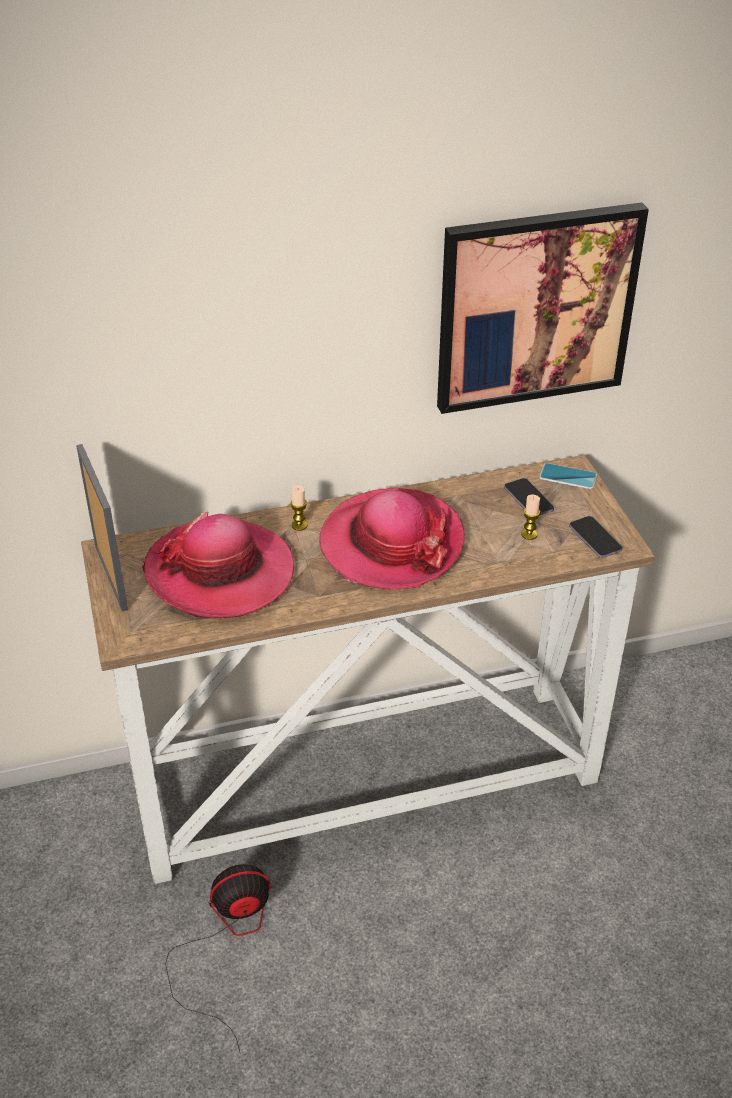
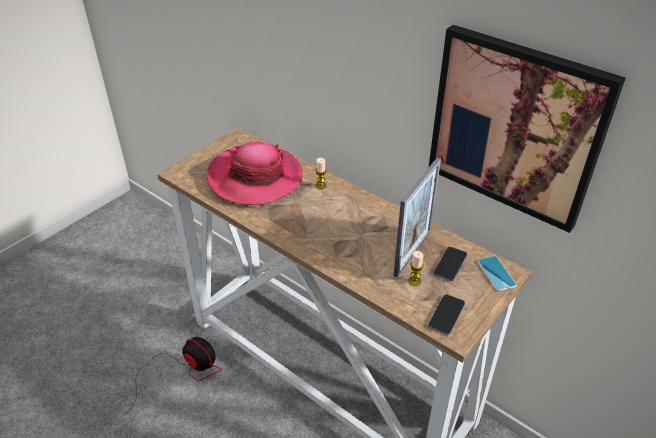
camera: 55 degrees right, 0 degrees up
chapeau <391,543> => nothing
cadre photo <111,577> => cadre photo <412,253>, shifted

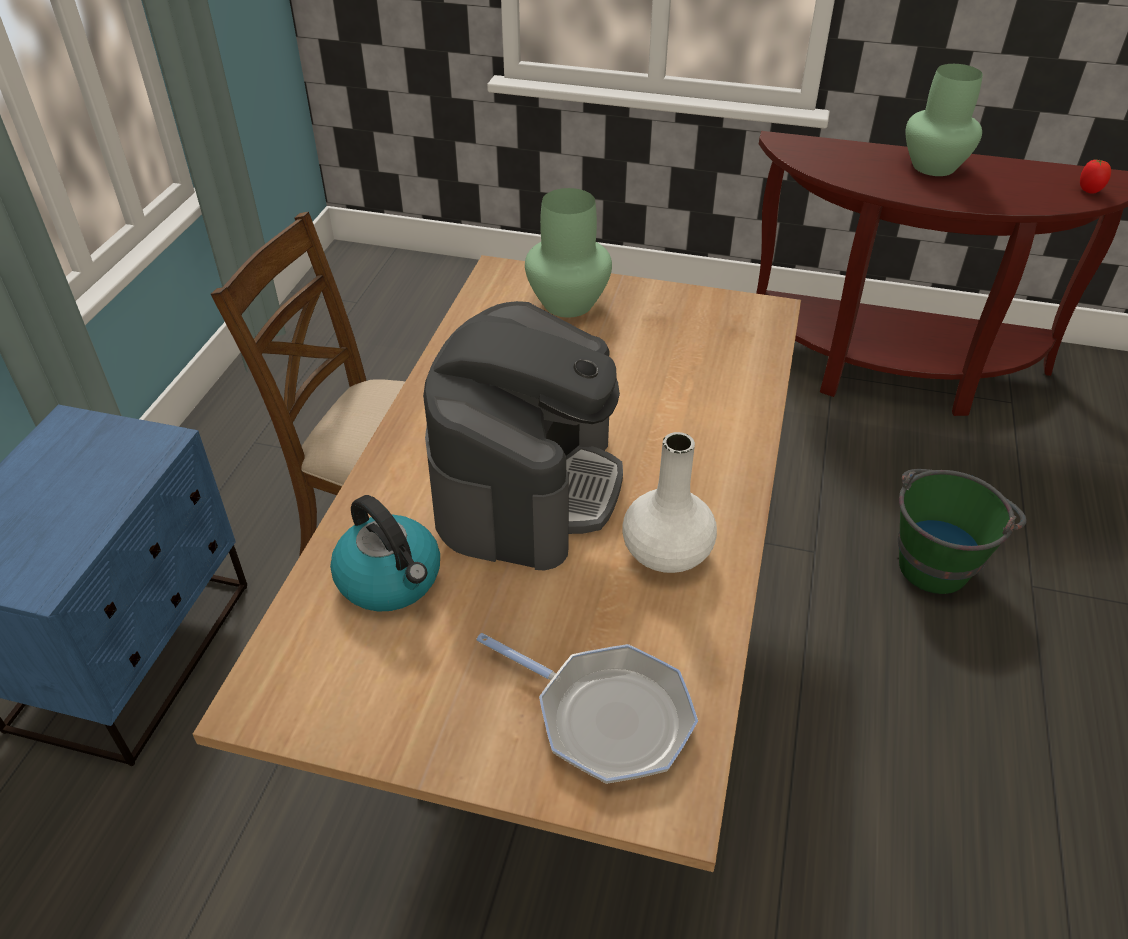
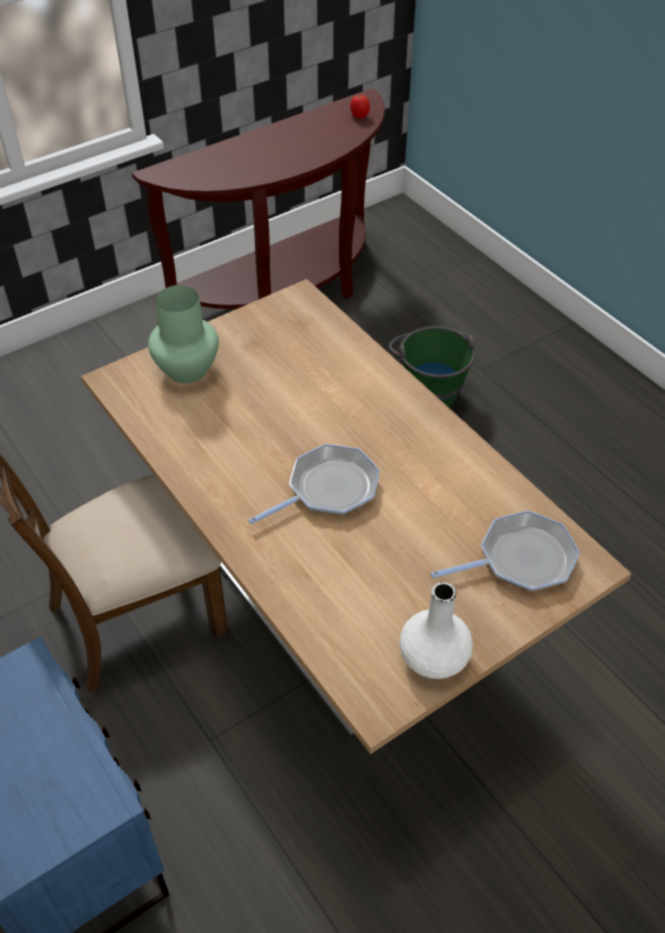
camera: 50 degrees left, 5 degrees up
bouilloire <391,579> => nothing
vase/vert <934,167> => nothing
vase/blanc <668,552> => vase/blanc <433,656>, shifted
machine à café <527,484> => poêle <328,489>

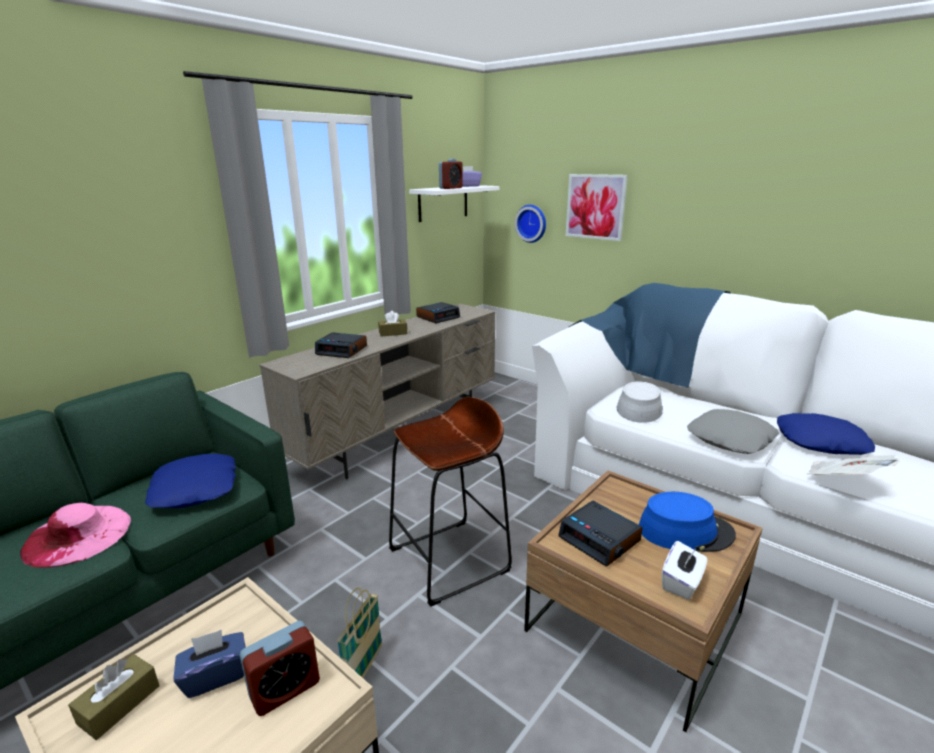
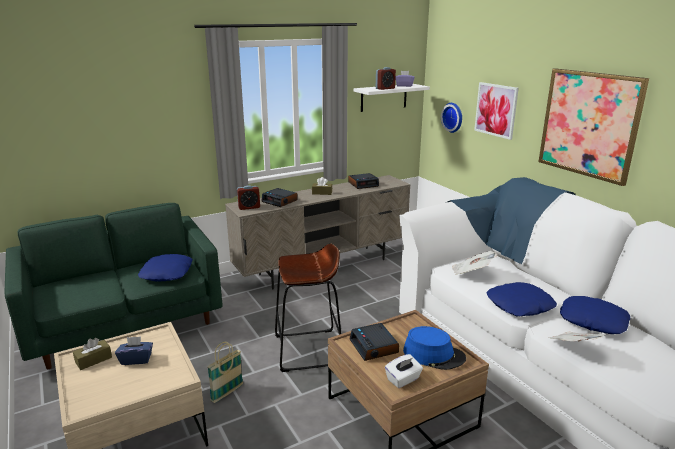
camera: 20 degrees right, 0 degrees up
chapeau/rose <78,535> => nothing
nothing => tableau <589,124>
réveil <285,689> => réveil <249,207>, shifted
chapeau/gris <639,408> => journal <471,272>
coussin/gris <731,439> => coussin/bleu <520,305>

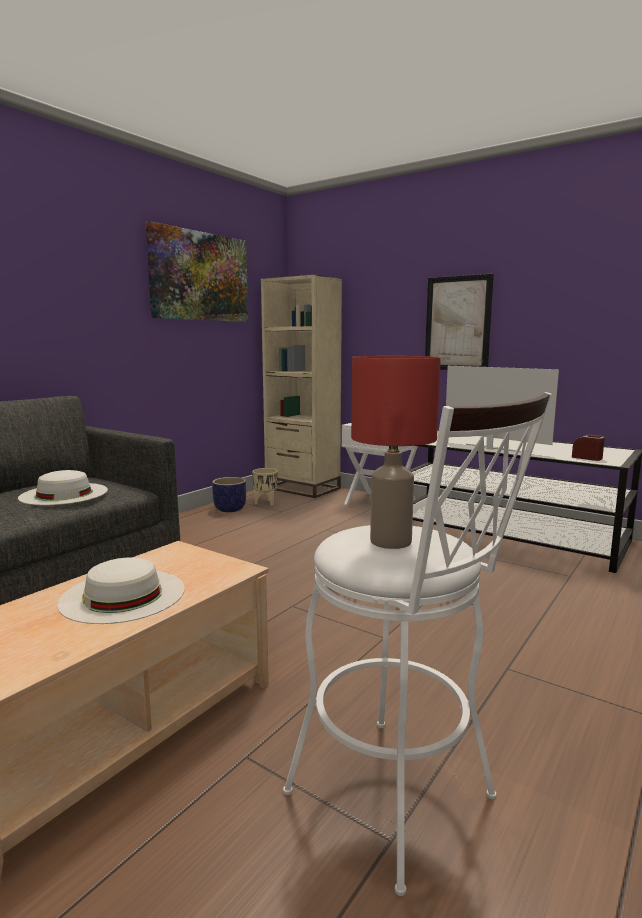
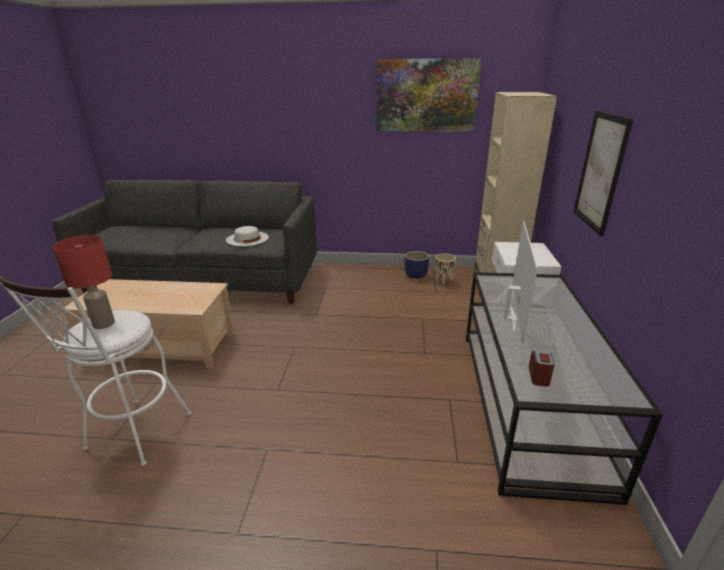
camera: 60 degrees right, 15 degrees up
chapeau/blanc <123,595> => nothing

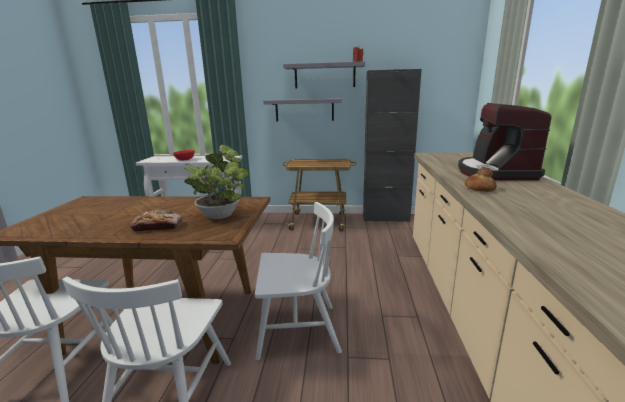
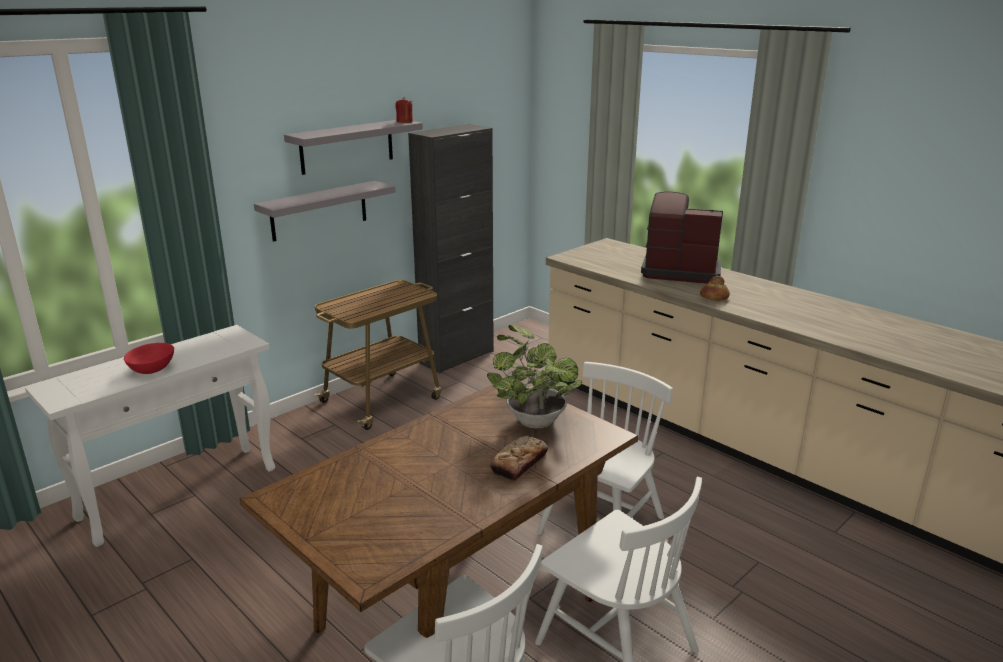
camera: 50 degrees left, 5 degrees up
machine à café <495,172> => machine à café <680,271>, 150 degrees clockwise

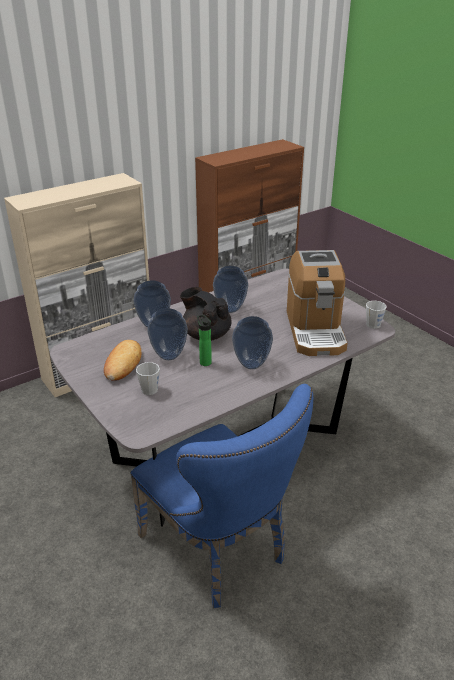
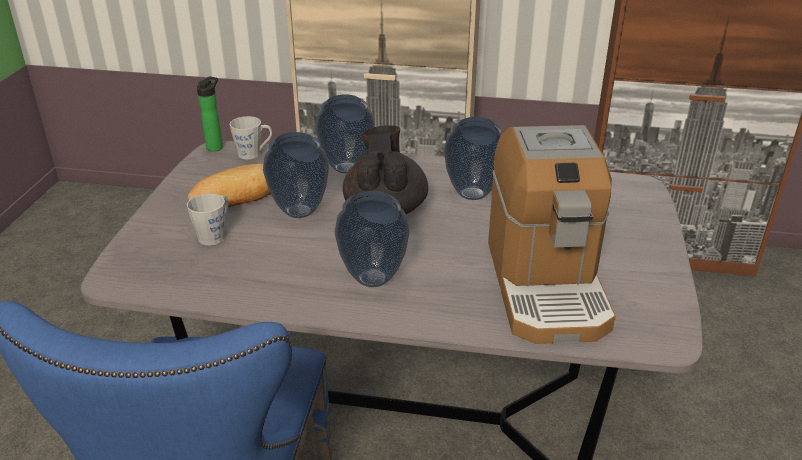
camera: 45 degrees right, 0 degrees up
bouteille <204,361> => bouteille <216,146>, shifted
mug/gris <374,323> => mug/gris <254,154>, shifted
machine à café <315,330> => machine à café <546,285>, 45 degrees counterclockwise

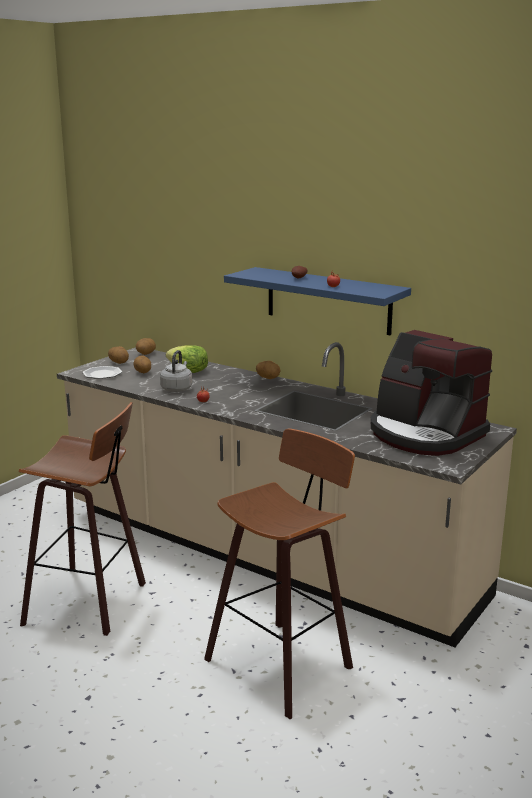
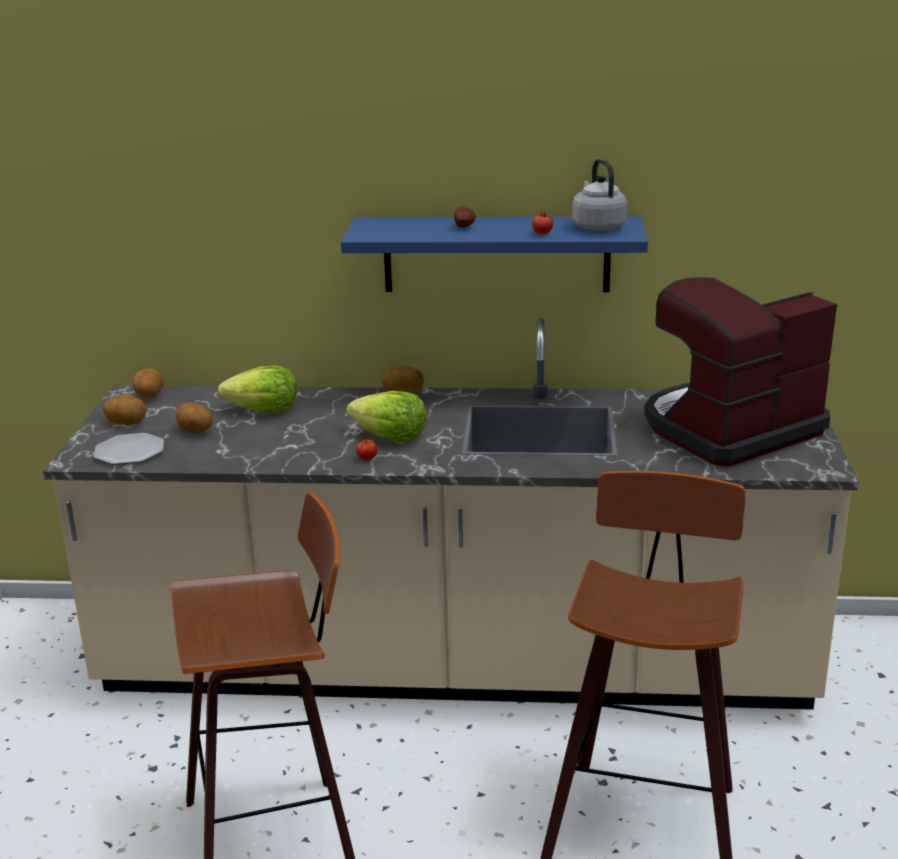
camera: 30 degrees left, 5 degrees up
nothing => laitue <390,437>
bouilloire/gris <177,388> => bouilloire/gris <597,226>, shifted
machine à café <425,434> => machine à café <729,429>, 135 degrees clockwise

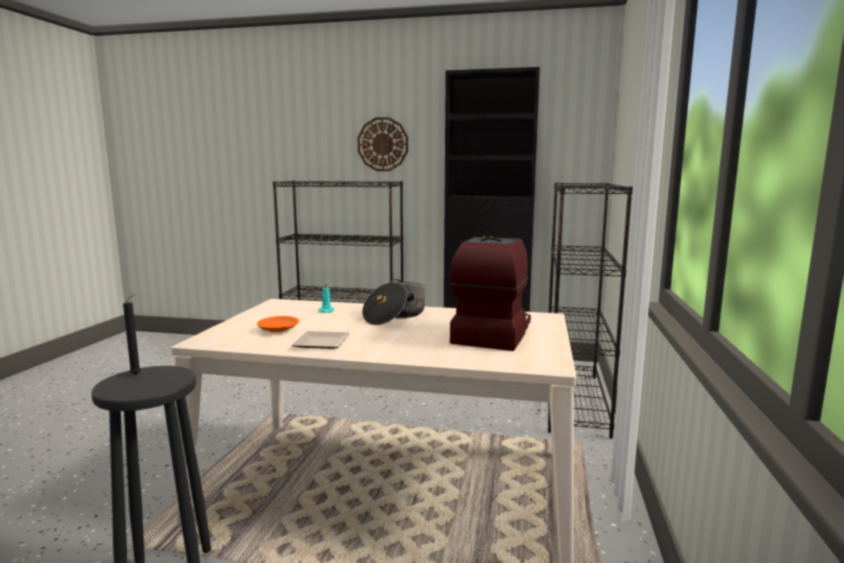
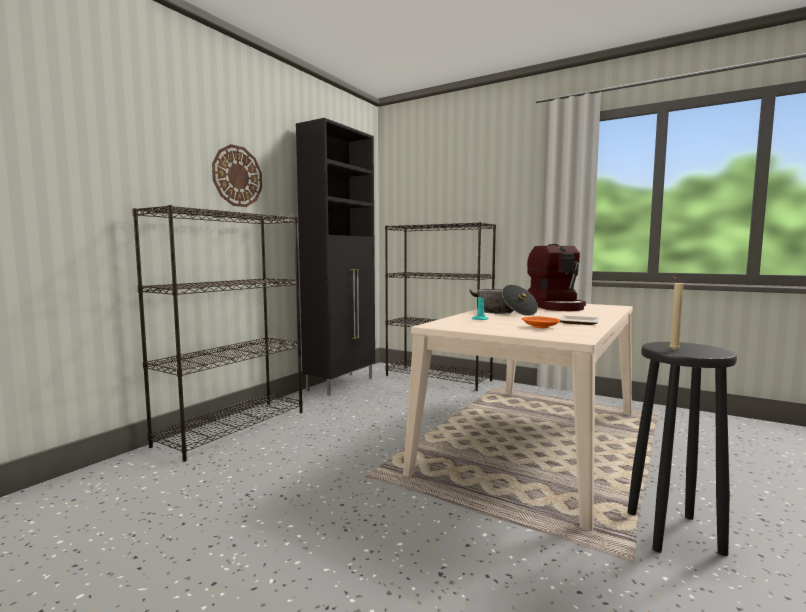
camera: 70 degrees left, 5 degrees down
bougie/noir <137,374> => bougie/beige <672,350>
machine à café <491,333> => machine à café <556,306>, 135 degrees counterclockwise

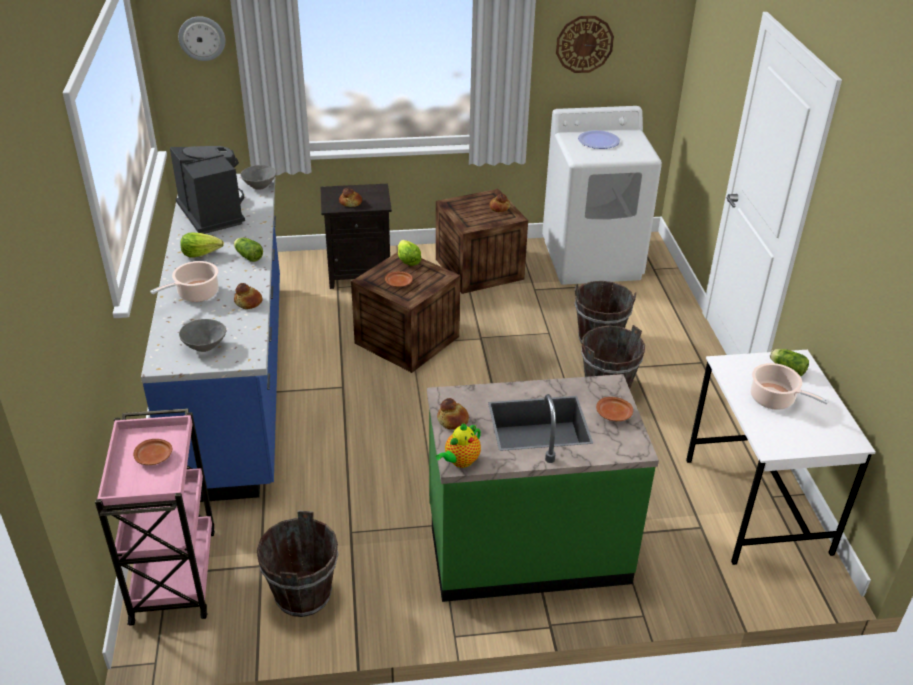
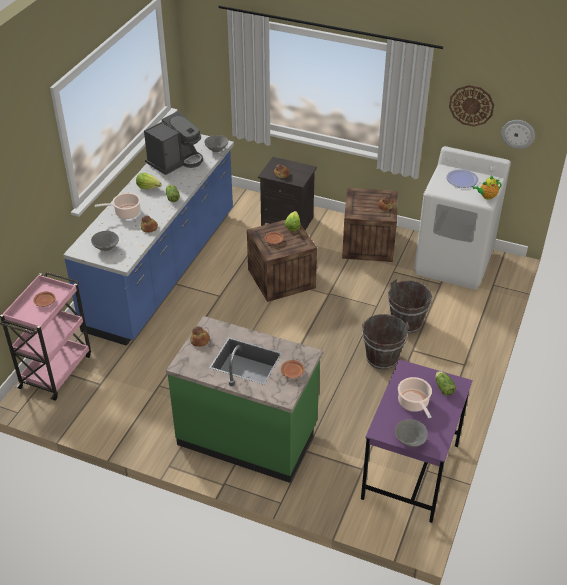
camera: 30 degrees right, 5 degrees up
seau/marron <302,594> => nothing
nothing => bol/gris <410,441>
horloge murale <202,38> => horloge murale <518,133>, shifted
théière <460,461> => théière <486,196>, shifted
bureau/blanc <757,506> => bureau/violet <411,472>
machine à café <213,213> => machine à café <175,161>, 45 degrees clockwise

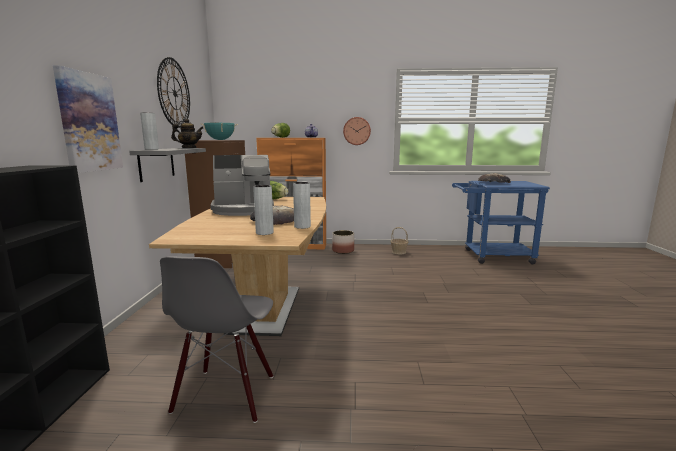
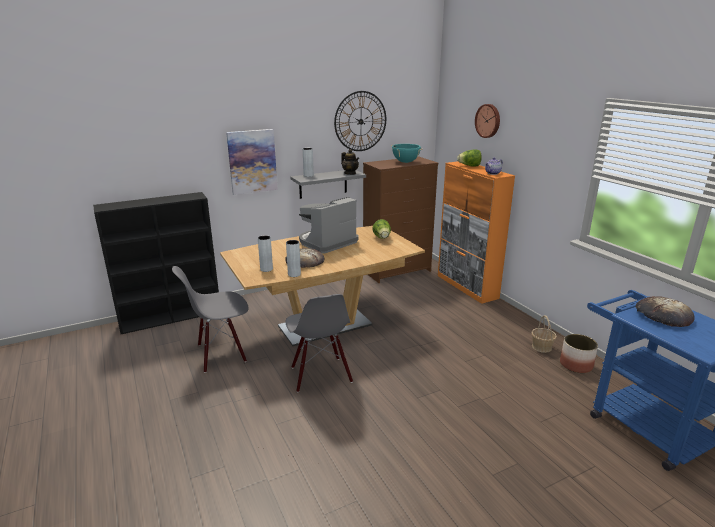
camera: 60 degrees right, 10 degrees up
nothing => chaise/gris <320,375>
cache-pot <343,251> => cache-pot <576,365>, shifted
horloge murale <356,131> => horloge murale <488,121>, shifted
machine à café <244,210> => machine à café <327,242>, 90 degrees clockwise

